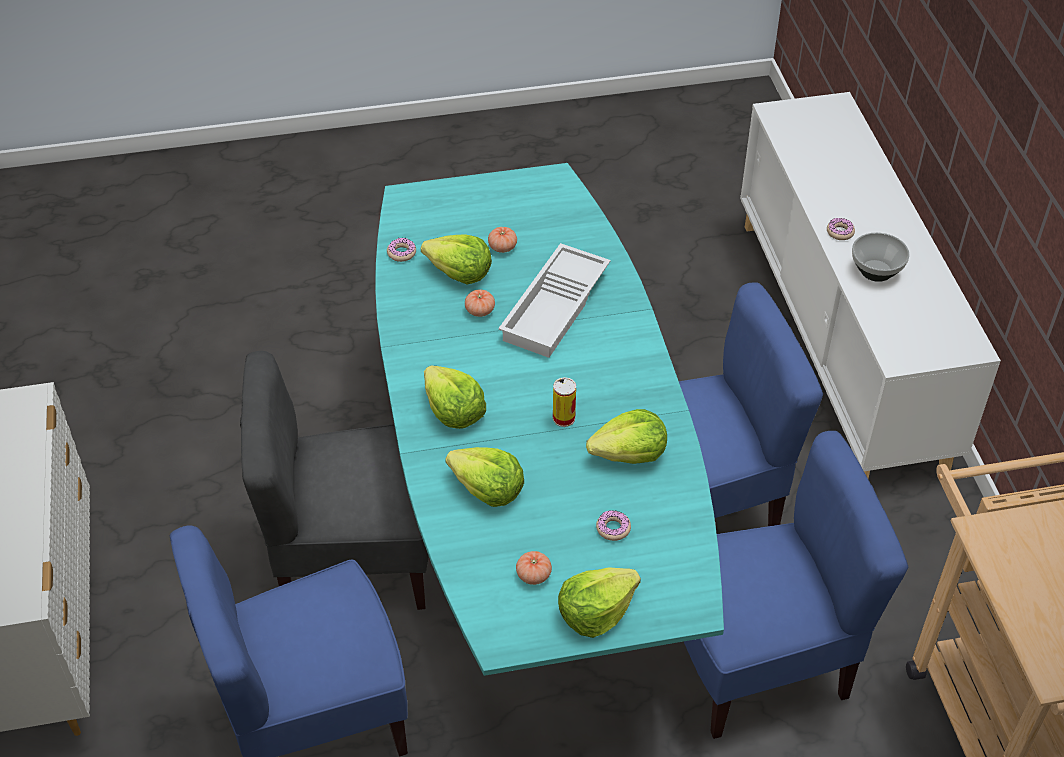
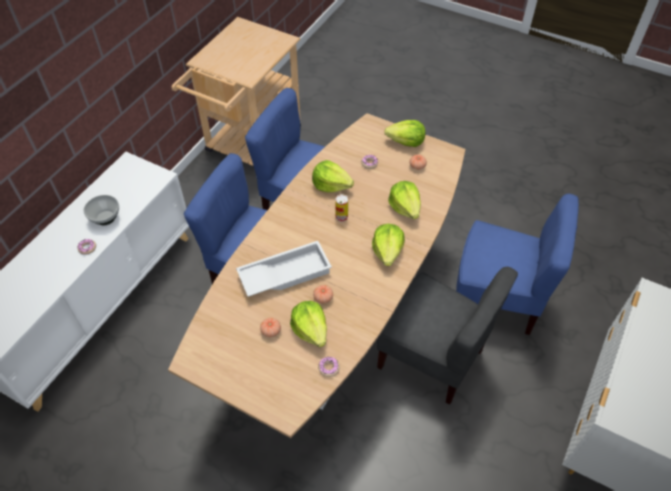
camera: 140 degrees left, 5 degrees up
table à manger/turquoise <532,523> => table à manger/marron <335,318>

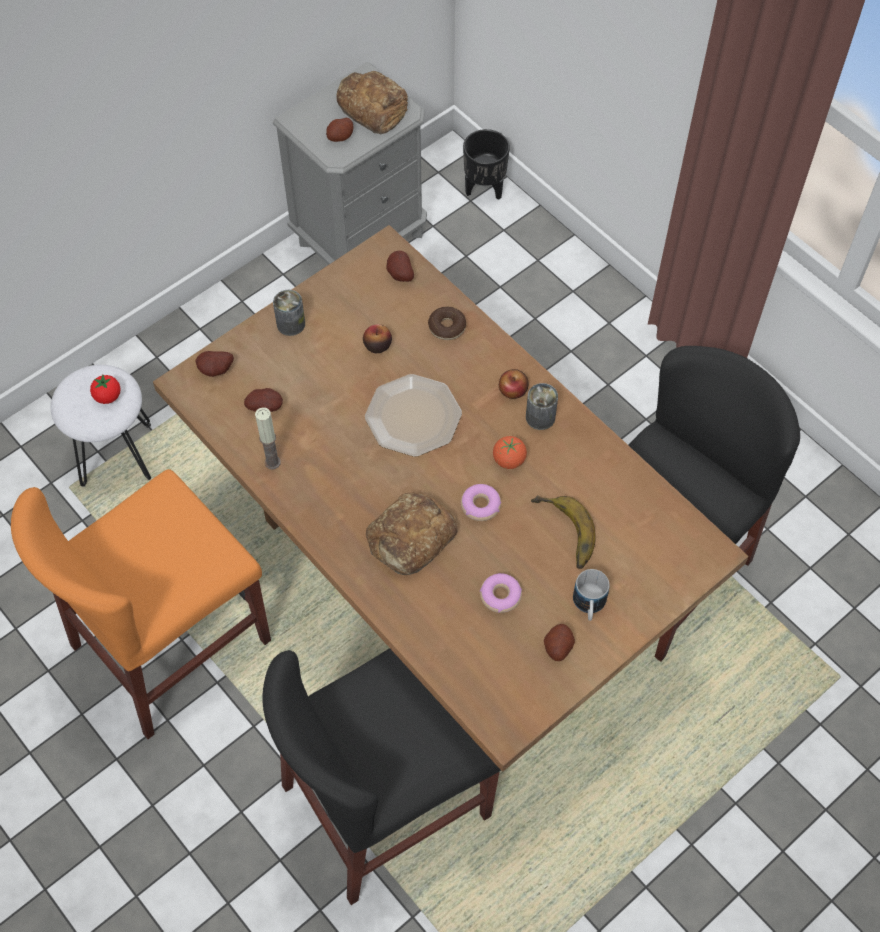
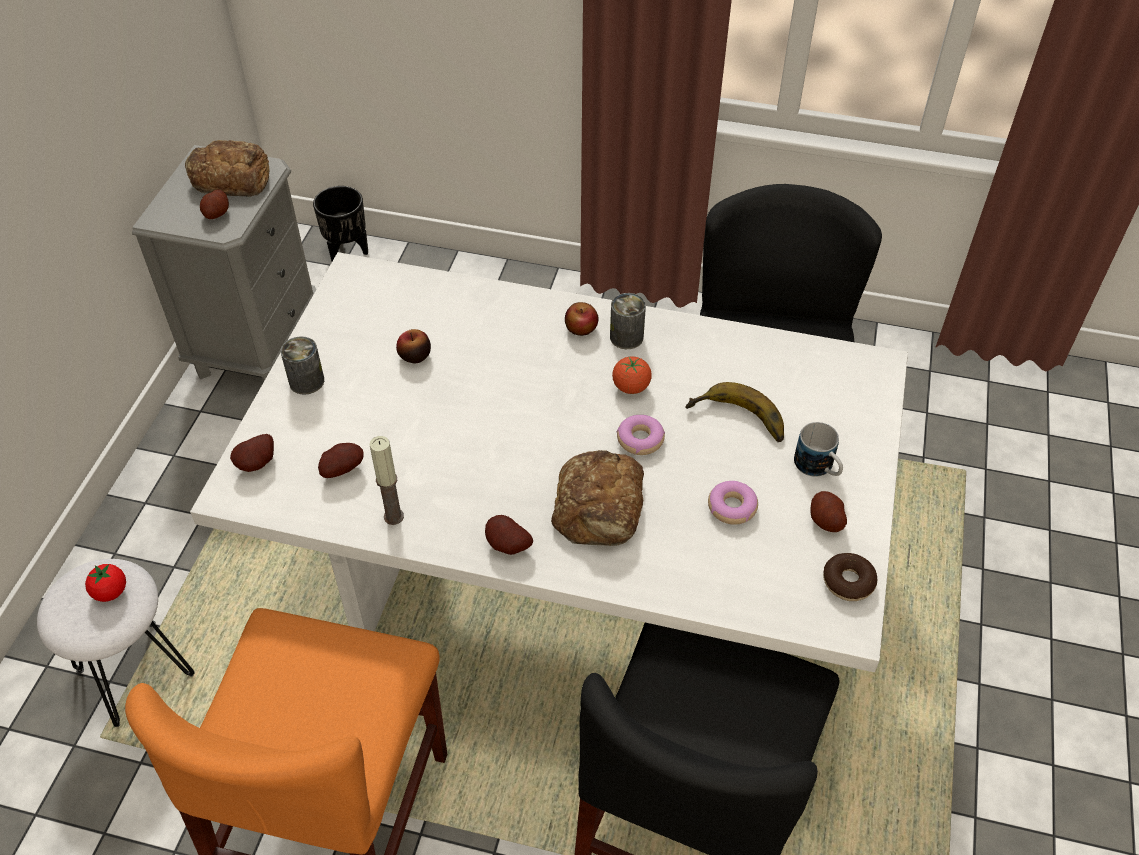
camera: 35 degrees left, 10 degrees down
assiette <413,417> => nothing
pomme de terre <399,275> => pomme de terre <507,547>, shifted
beignet <447,327> => beignet <848,582>, shifted
table à manger/marron <442,579> => table à manger/blanc <571,592>

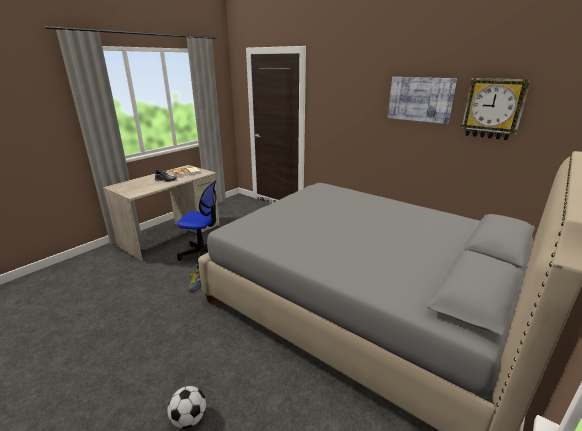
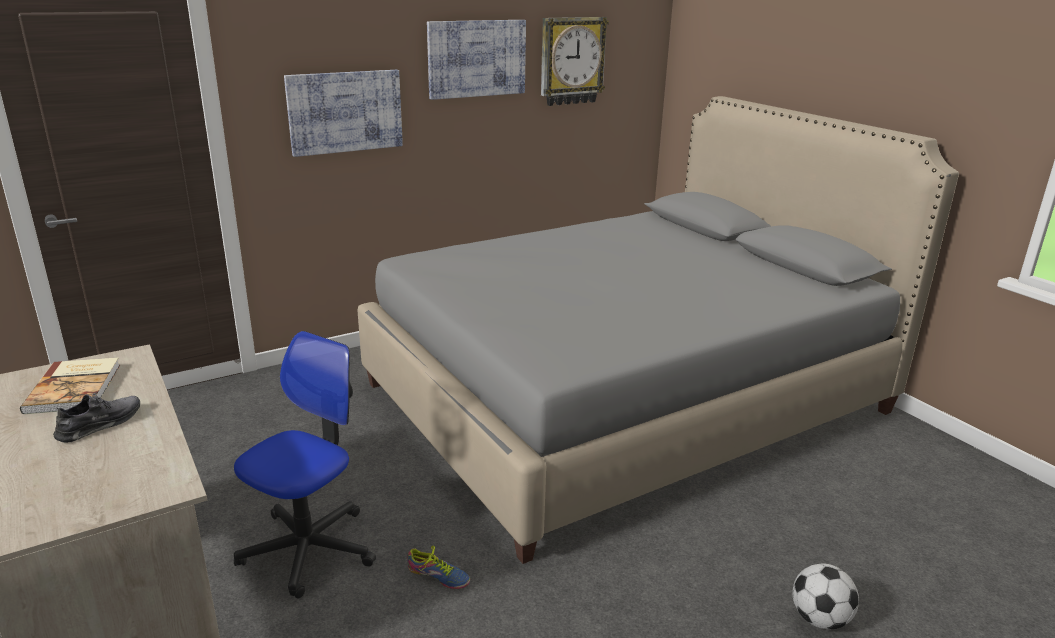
camera: 70 degrees left, 0 degrees up
nothing => tableau <345,112>

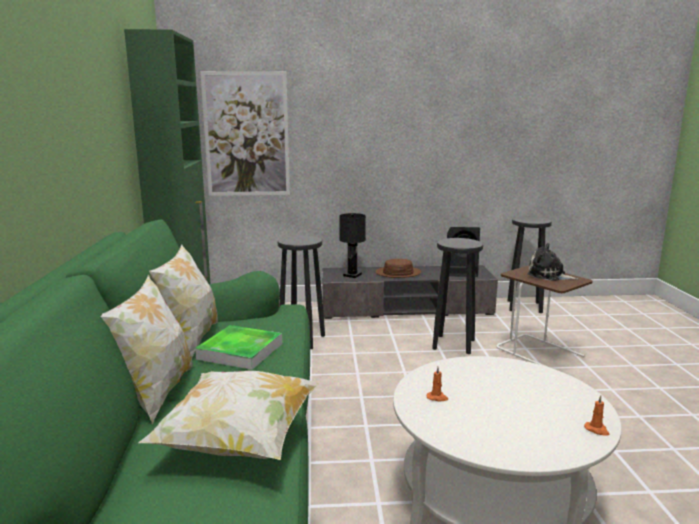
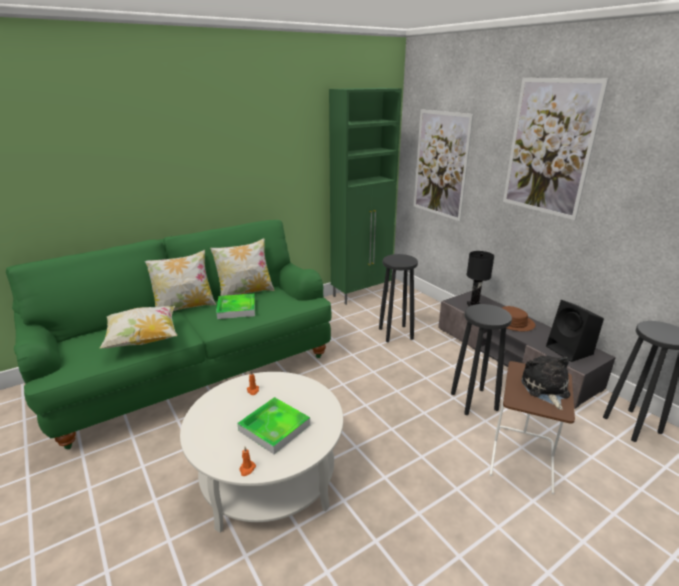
camera: 60 degrees right, 10 degrees up
nothing => plateau <274,427>
nothing => tableau <549,148>

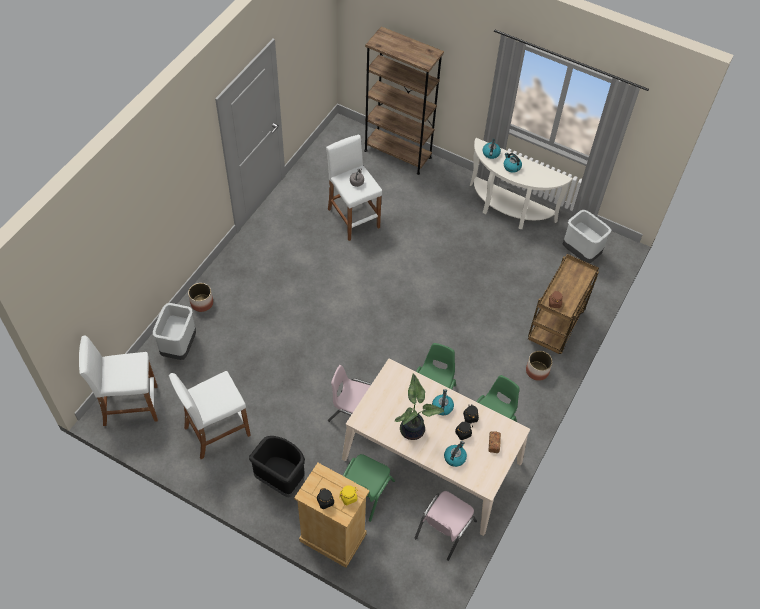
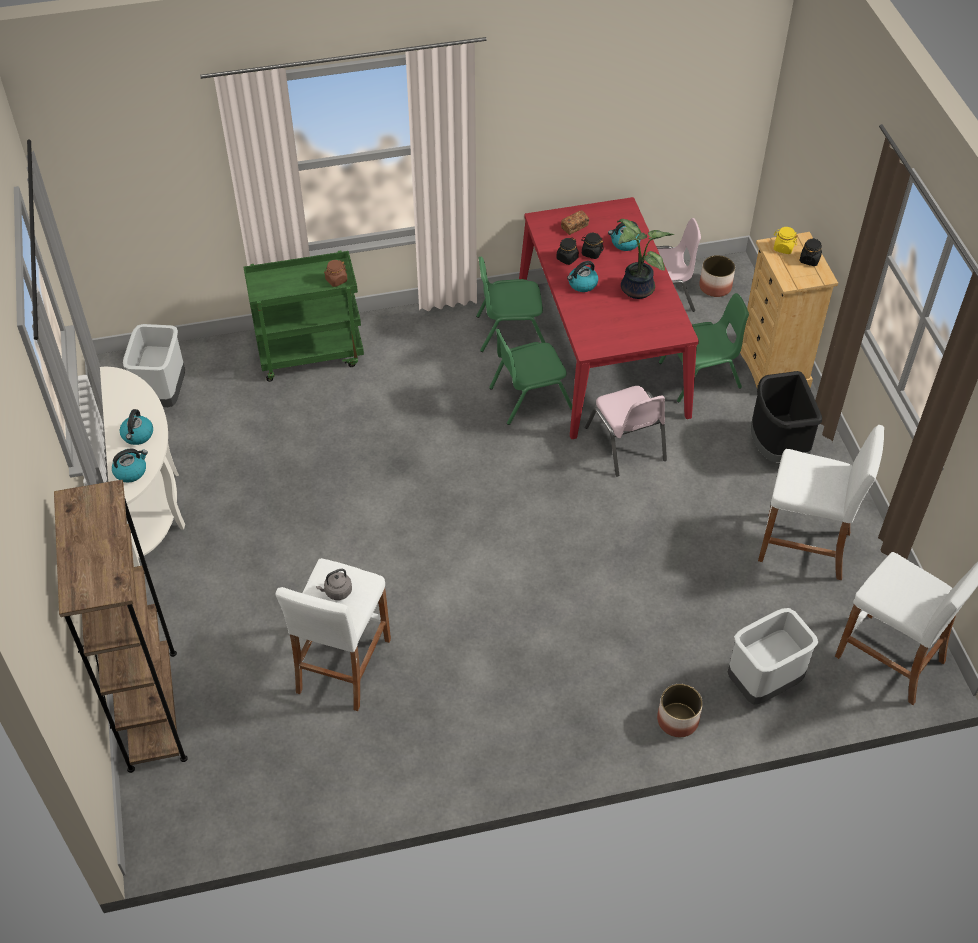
camera: 130 degrees left, 5 degrees down
cache-pot <537,371> => cache-pot <715,287>, shifted
table à manger/beige <432,460> => table à manger/rouge <601,350>
chariot/marron <555,327> => chariot/vert <311,354>

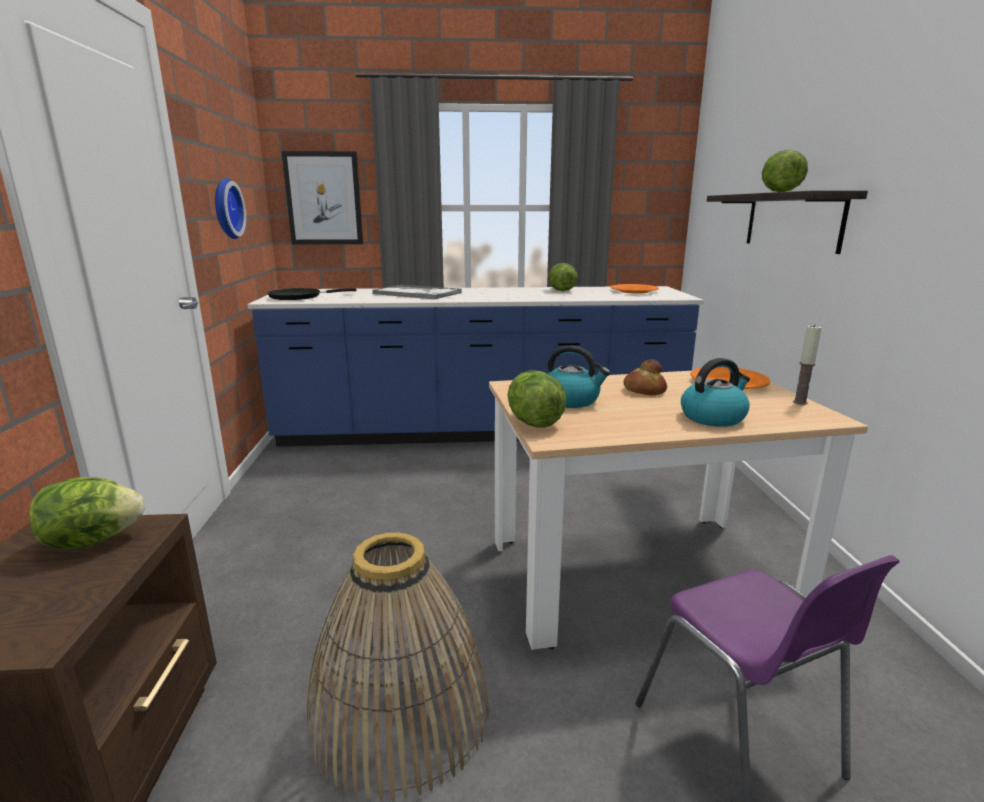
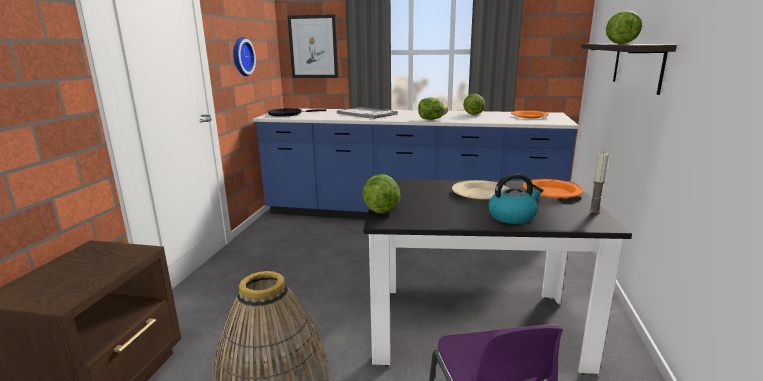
camera: 15 degrees right, 0 degrees up
bouilloire <571,400> => nothing
laitue <93,541> => laitue <431,119>, shifted
pain <644,390> => assiette/beige <480,193>
table à manger/beige <639,574> => table à manger/noir <474,327>

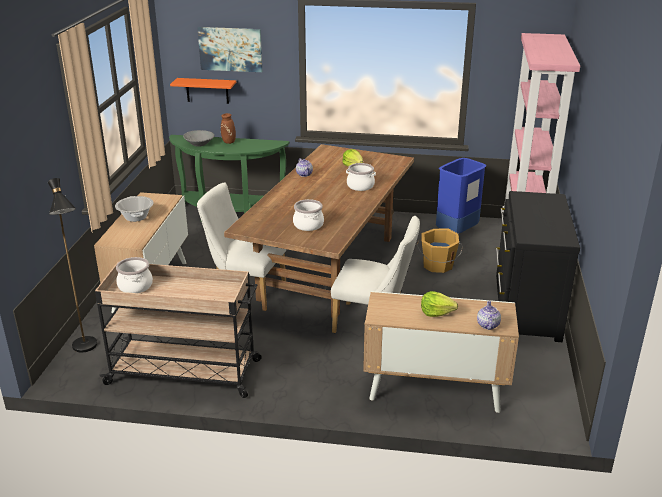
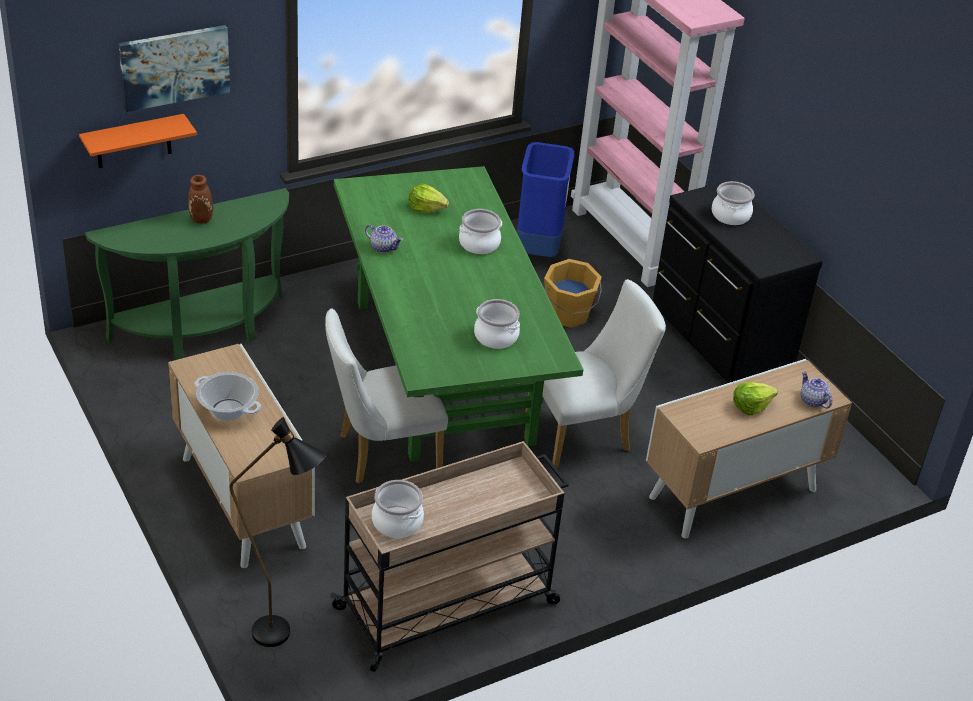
camera: 40 degrees left, 10 degrees up
bol/gris <199,144> => nothing
nothing => marmite <730,215>
table à manger/marron <328,266> => table à manger/vert <441,369>

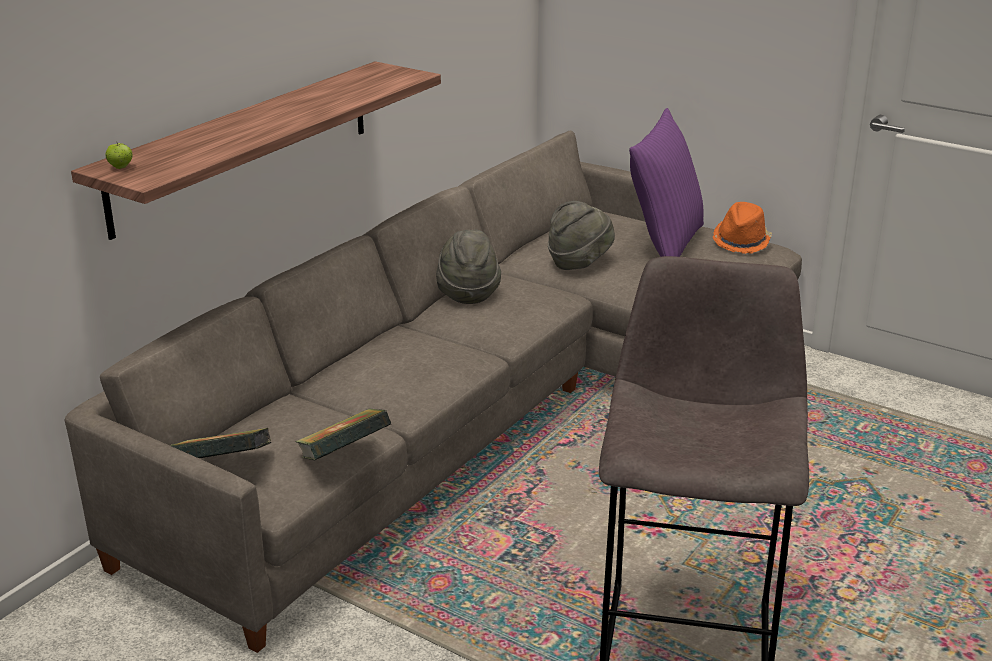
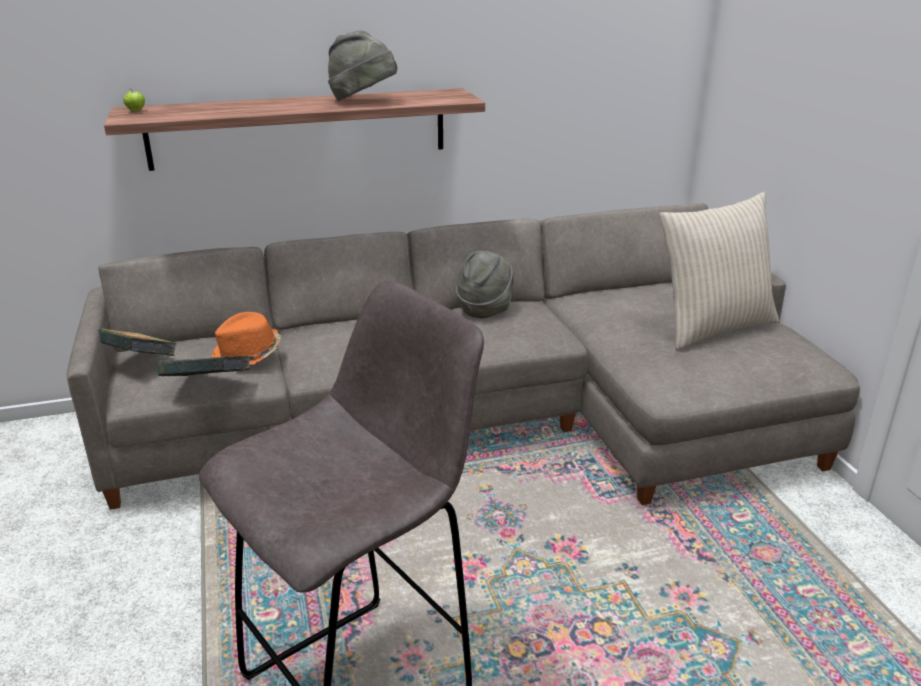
camera: 40 degrees right, 0 degrees up
chapeau/gris <579,263> => chapeau/gris <363,101>, shifted
chapeau/orange <741,241> => chapeau/orange <247,354>, shifted
coussin/violet <664,245> => coussin/beige <712,327>

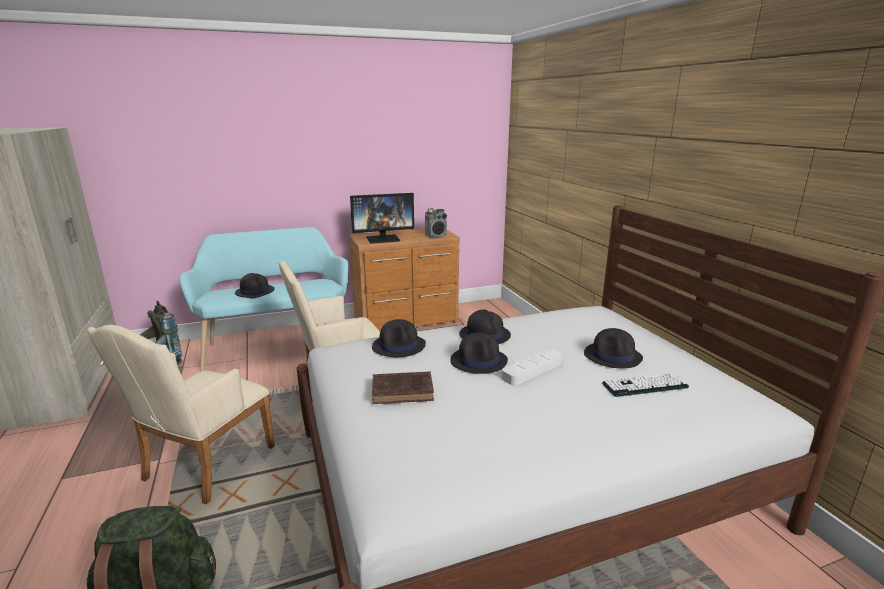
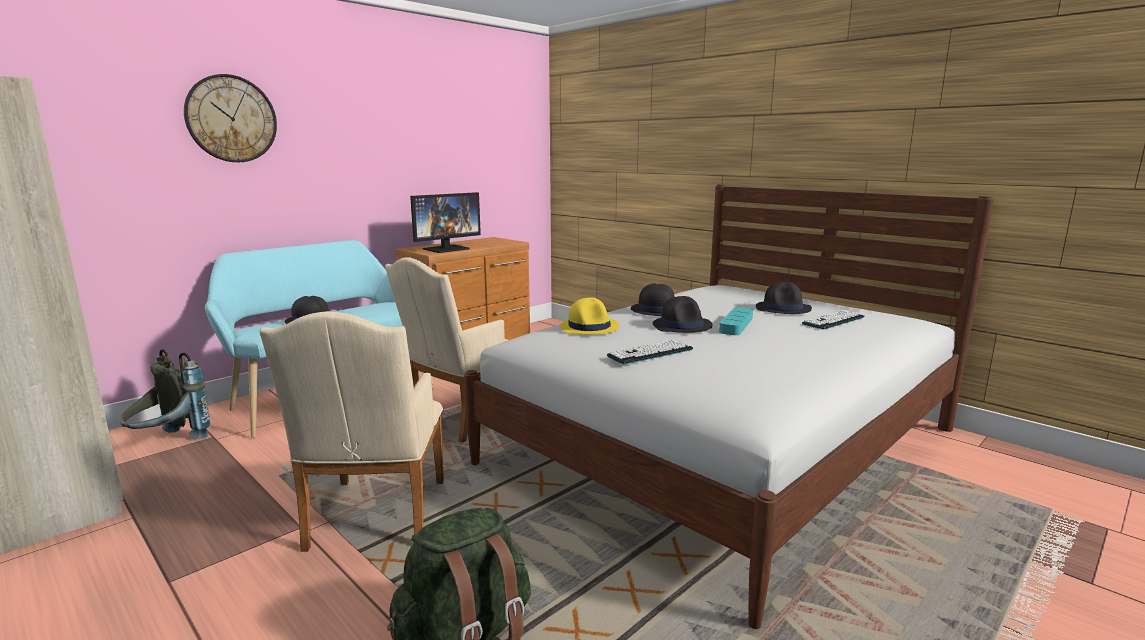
camera: 25 degrees left, 5 degrees down
radio <436,236> => nothing
nothing => horloge murale <231,119>
livre/marron <404,391> => clavier <650,353>
chapeau/noir <399,346> => chapeau/jaune <590,327>
plateau/gris <532,370> => plateau/turquoise <736,325>

